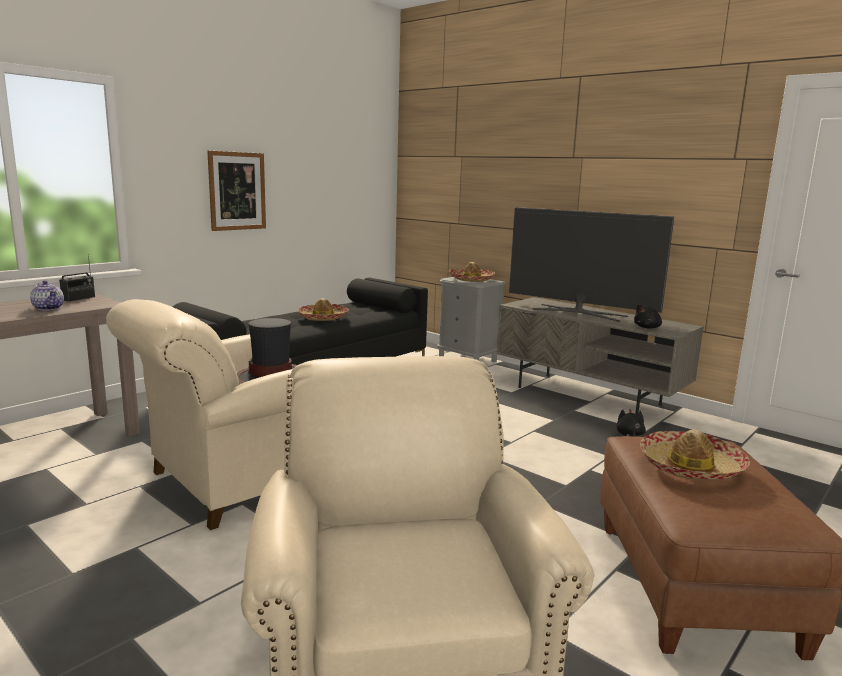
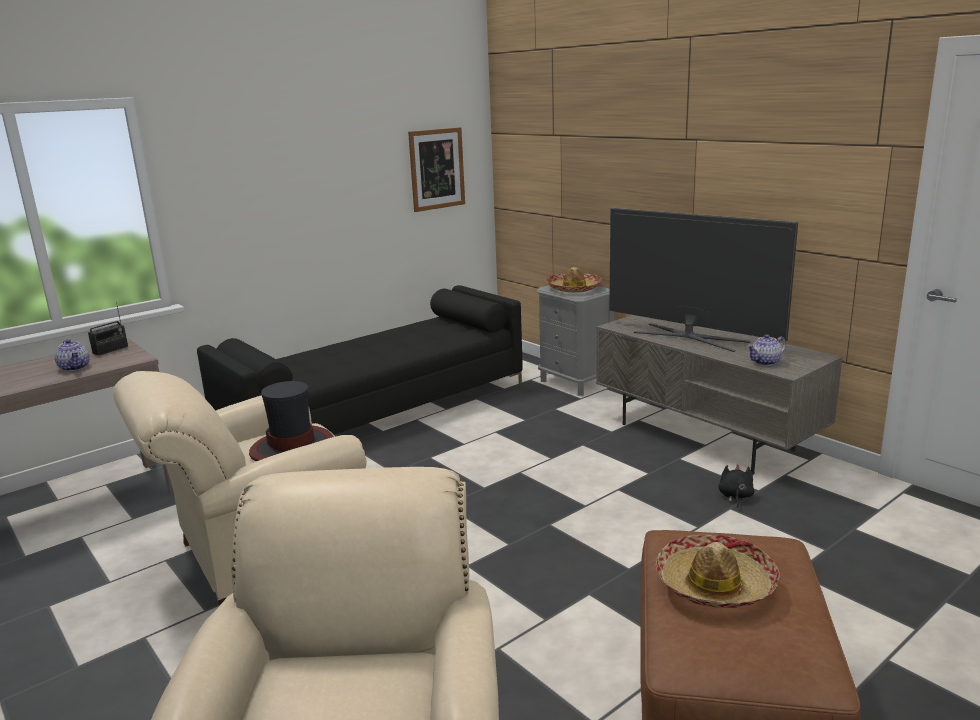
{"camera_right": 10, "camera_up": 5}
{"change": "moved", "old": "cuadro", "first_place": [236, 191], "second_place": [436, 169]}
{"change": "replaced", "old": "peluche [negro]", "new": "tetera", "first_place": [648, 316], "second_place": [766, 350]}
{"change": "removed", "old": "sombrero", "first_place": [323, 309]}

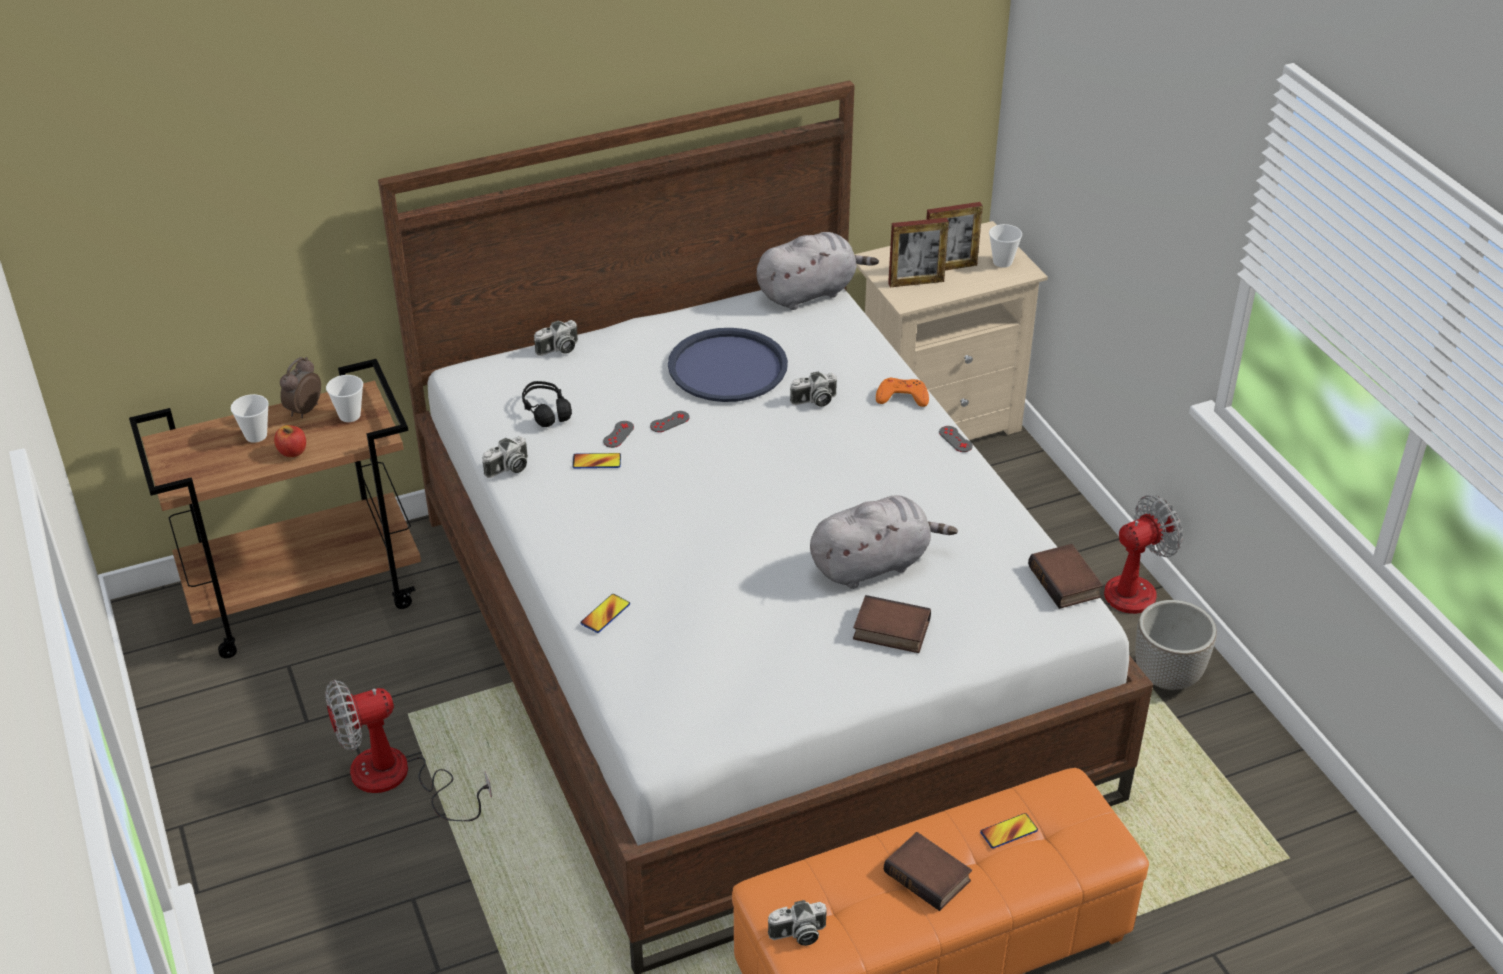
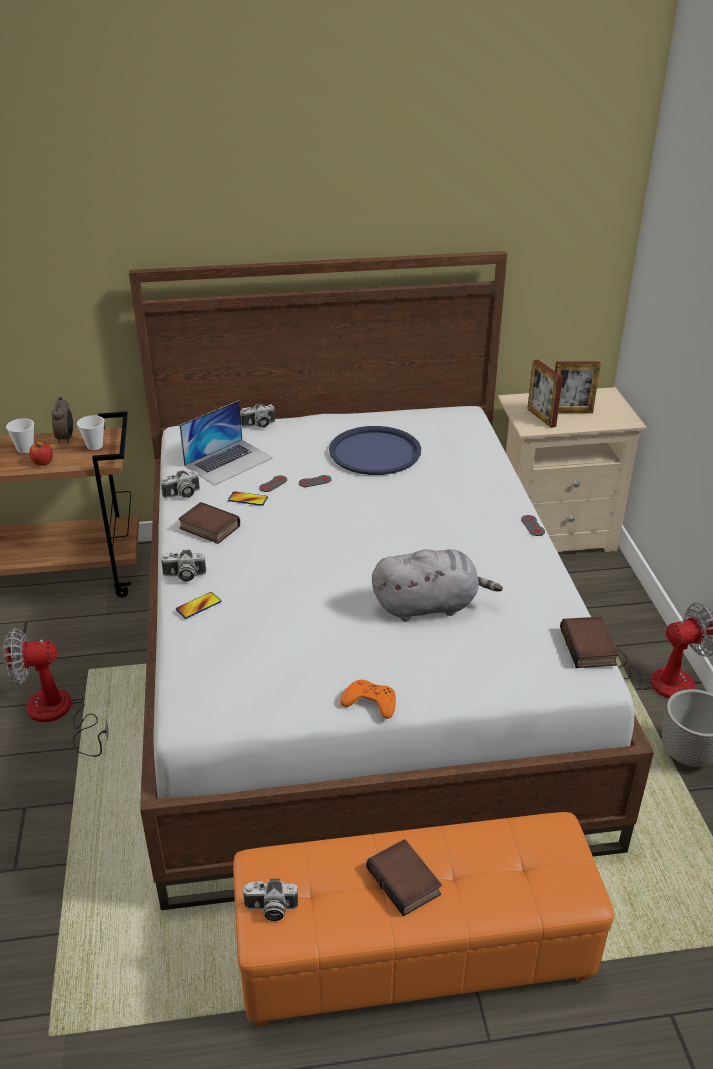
{"camera_right": 15, "camera_up": -5}
{"change": "turned", "old": "despertador", "first_place": [300, 387], "second_place": [62, 420], "degrees": 135}
{"change": "moved", "old": "cámara", "first_place": [813, 389], "second_place": [183, 565]}
{"change": "moved", "old": "libro", "first_place": [892, 624], "second_place": [209, 523]}
{"change": "replaced", "old": "auriculares [negro]", "new": "portátil", "first_place": [547, 404], "second_place": [226, 442]}
{"change": "moved", "old": "mando de consola [naranja]", "first_place": [902, 392], "second_place": [368, 699]}
{"change": "turned", "old": "portarretratos", "first_place": [918, 252], "second_place": [545, 393], "degrees": 60}
{"change": "removed", "old": "peluche [gris]", "first_place": [817, 271]}
{"change": "removed", "old": "móvil", "first_place": [1009, 831]}
{"change": "removed", "old": "taza", "first_place": [1005, 246]}

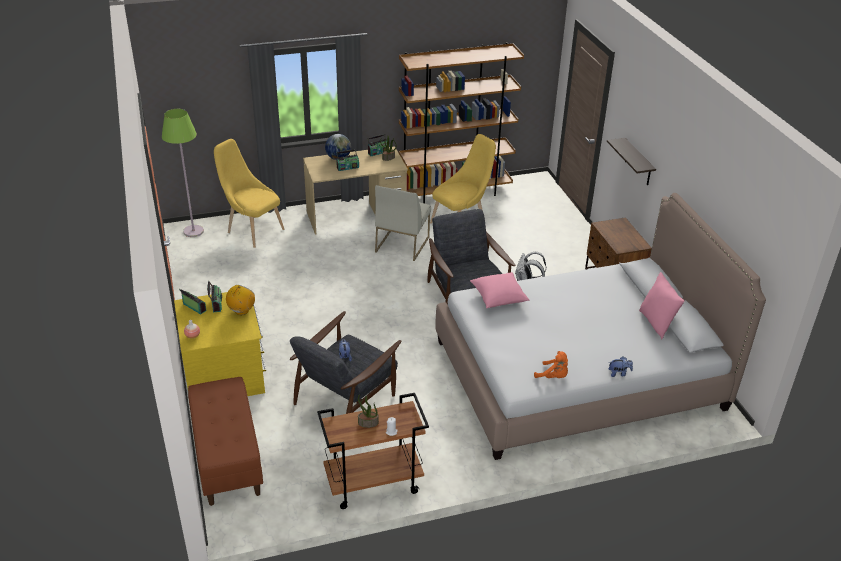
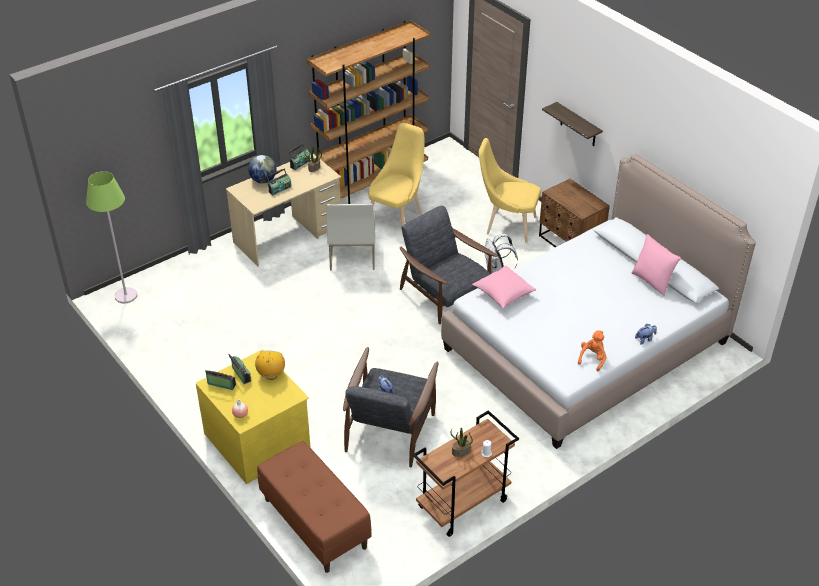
{"camera_right": -20, "camera_up": 5}
{"change": "moved", "old": "silla [amarillo]", "first_place": [249, 193], "second_place": [510, 190]}
{"change": "turned", "old": "peluche [naranja]", "first_place": [551, 364], "second_place": [592, 350], "degrees": -75}

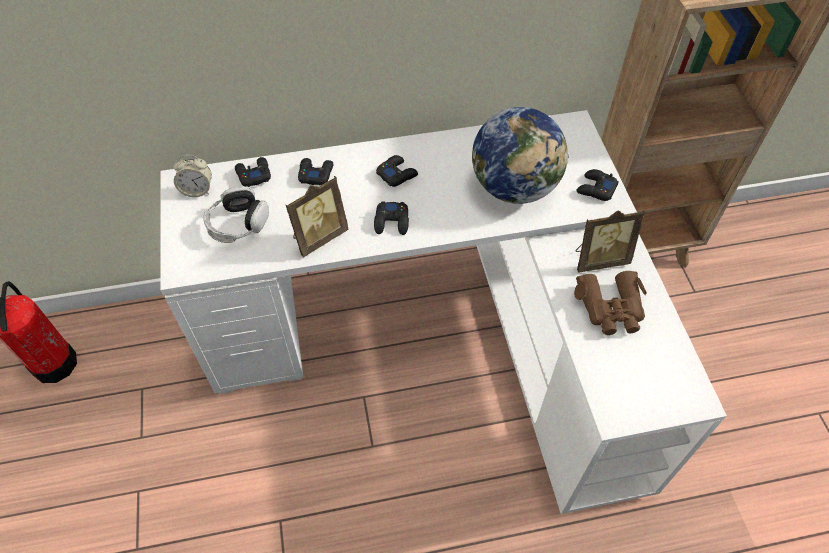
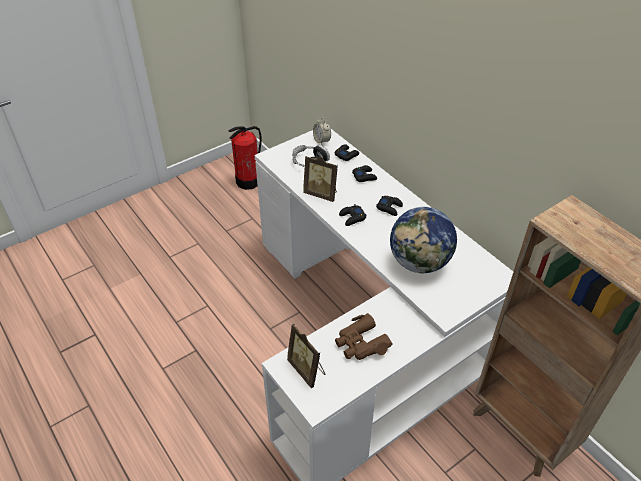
{"camera_right": 65, "camera_up": -10}
{"change": "moved", "old": "portarretratos", "first_place": [610, 241], "second_place": [306, 355]}
{"change": "removed", "old": "mando de consola [negro]", "first_place": [598, 185]}

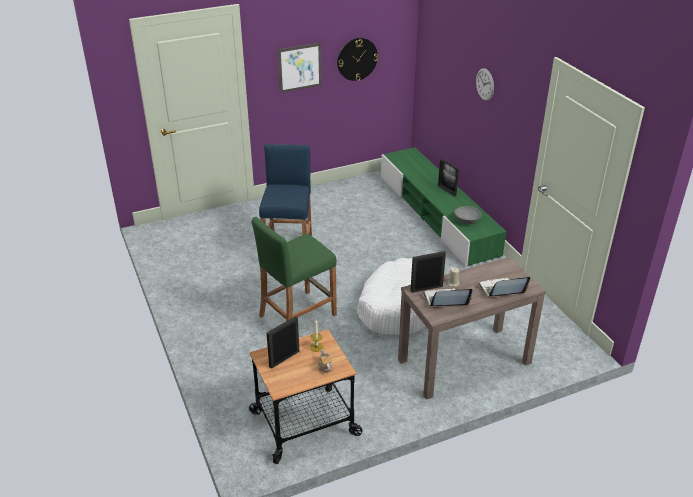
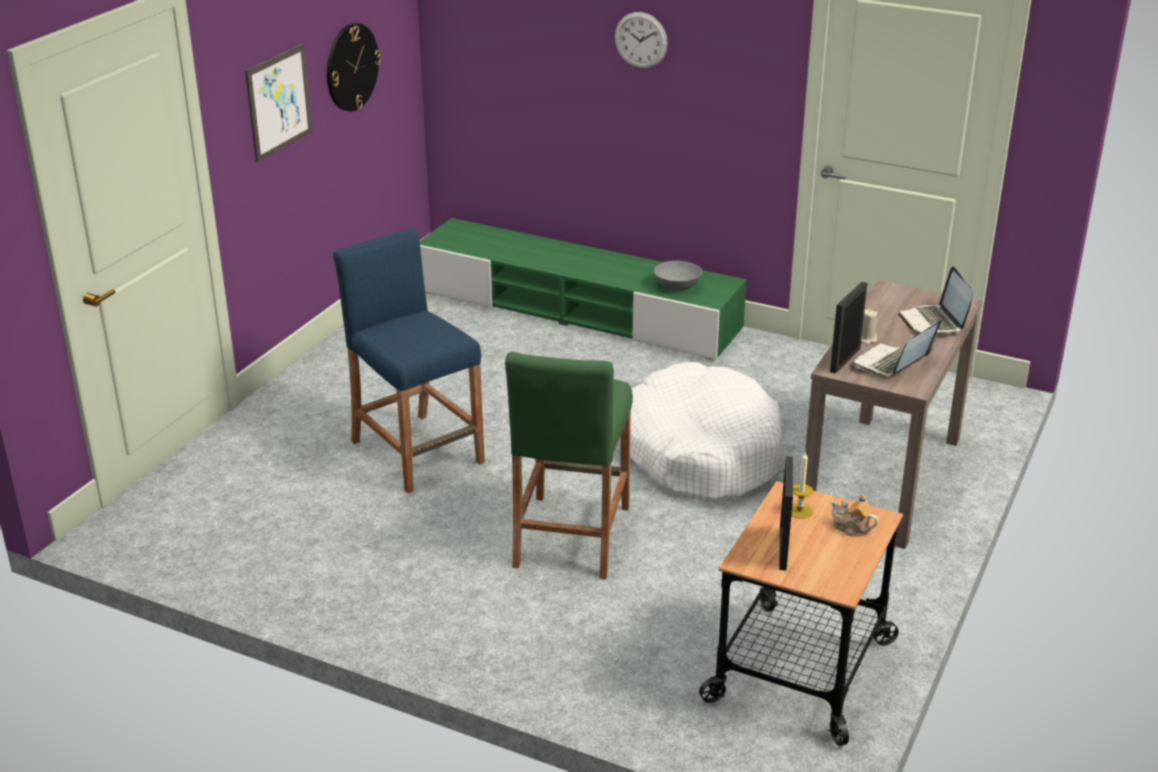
{"camera_right": -40, "camera_up": -5}
{"change": "turned", "old": "portátil", "first_place": [504, 286], "second_place": [935, 300], "degrees": -45}
{"change": "removed", "old": "portarretratos", "first_place": [448, 177]}

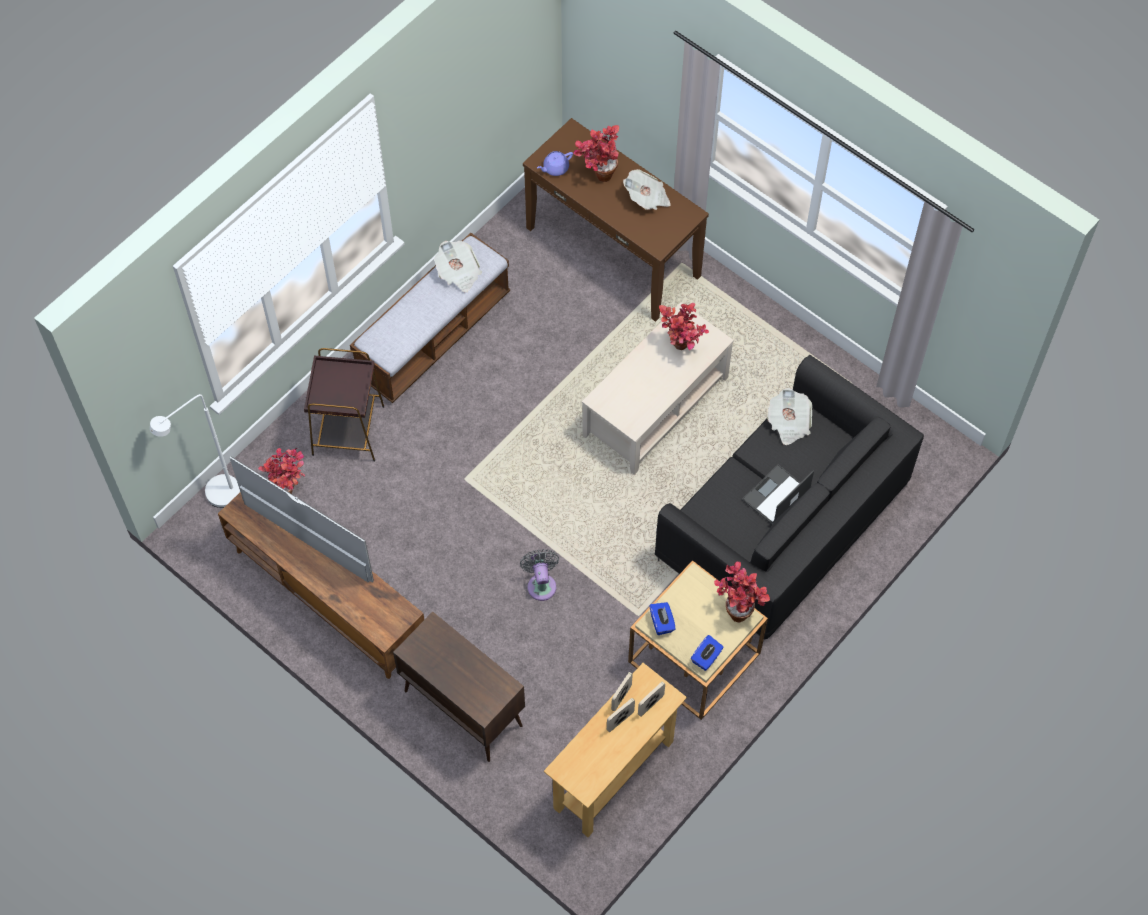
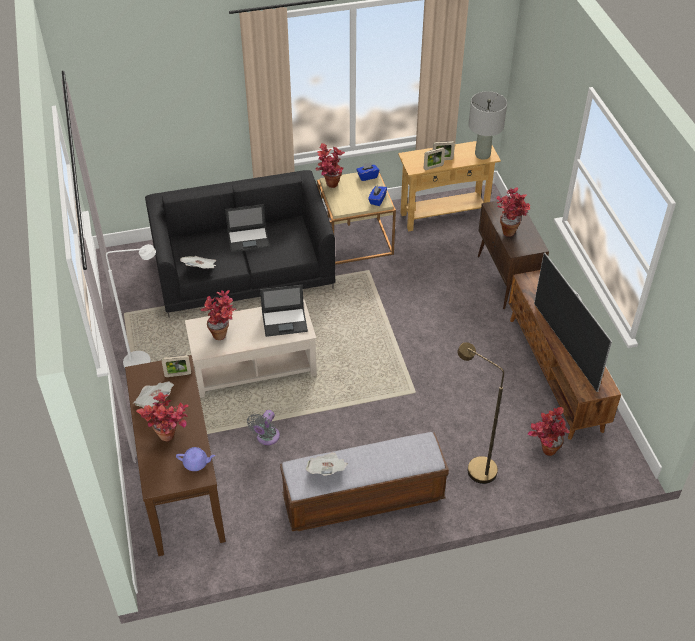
{"camera_right": -145, "camera_up": -15}
{"change": "moved", "old": "lámpara de pie [blanco]", "first_place": [195, 451], "second_place": [131, 306]}
{"change": "moved", "old": "portarretratos", "first_place": [651, 699], "second_place": [176, 366]}
{"change": "moved", "old": "ventilador [gris]", "first_place": [539, 575], "second_place": [263, 427]}
{"change": "added", "new": "portátil", "second_place": [284, 311]}
{"change": "replaced", "old": "mesa auxiliar [marrón]", "new": "lámpara de pie [marrón]", "first_place": [344, 404], "second_place": [480, 413]}
{"change": "added", "new": "lámpara de mesa [gris]", "second_place": [487, 125]}
{"change": "added", "new": "planta en maceta", "second_place": [513, 212]}

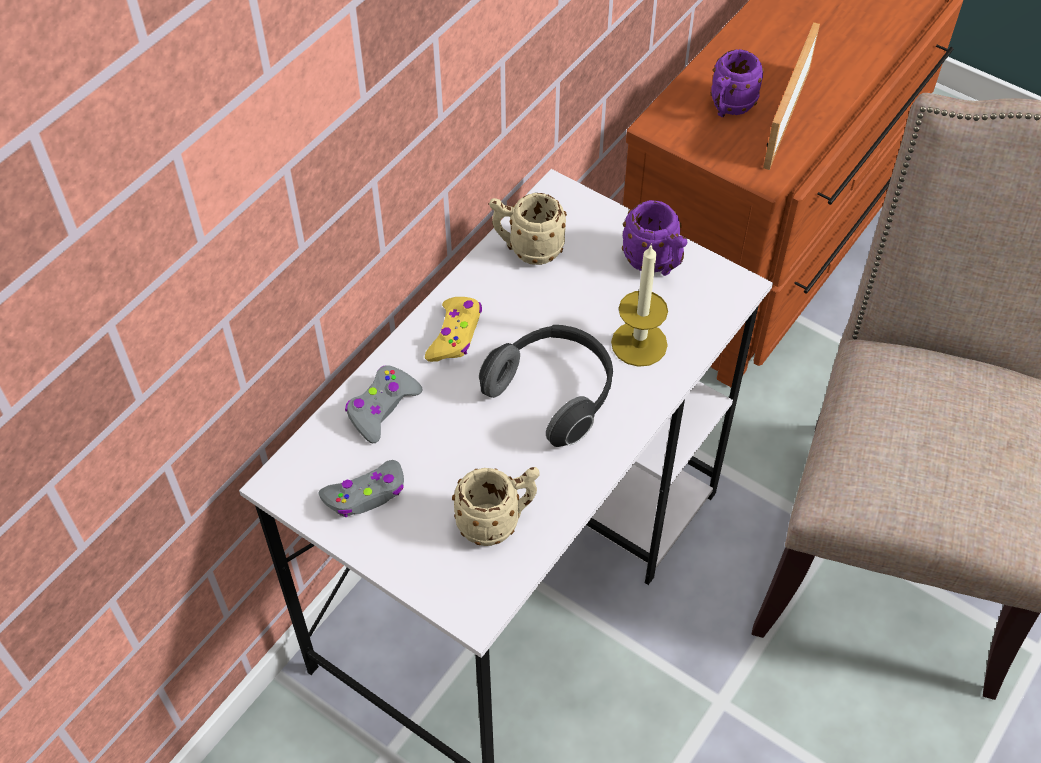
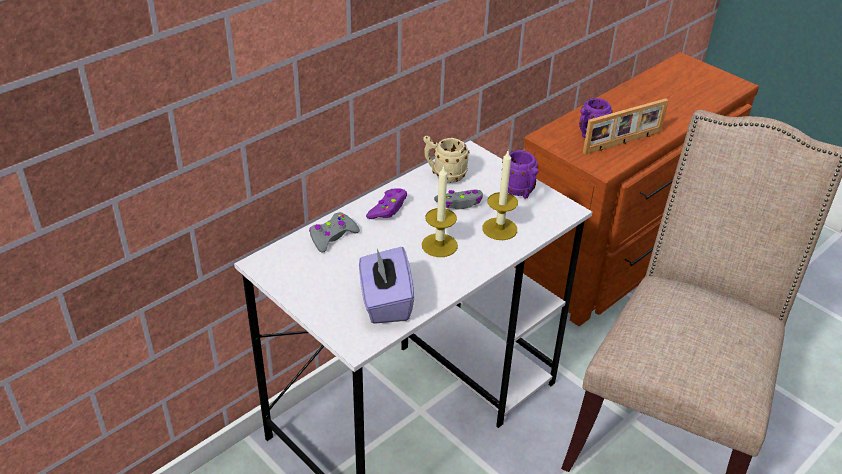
{"camera_right": 10, "camera_up": -15}
{"change": "replaced", "old": "taza grande [beis]", "new": "caja de pañuelos [morado]", "first_place": [496, 506], "second_place": [386, 285]}
{"change": "recoloured", "old": "mando de consola [amarillo]", "new": "mando de consola [morado]", "first_place": [453, 329], "second_place": [386, 203]}
{"change": "replaced", "old": "auriculares", "new": "vela", "first_place": [546, 386], "second_place": [440, 211]}
{"change": "moved", "old": "mando de consola [gris]", "first_place": [361, 488], "second_place": [458, 199]}
{"change": "turned", "old": "portarretratos", "first_place": [791, 96], "second_place": [625, 126], "degrees": -150}

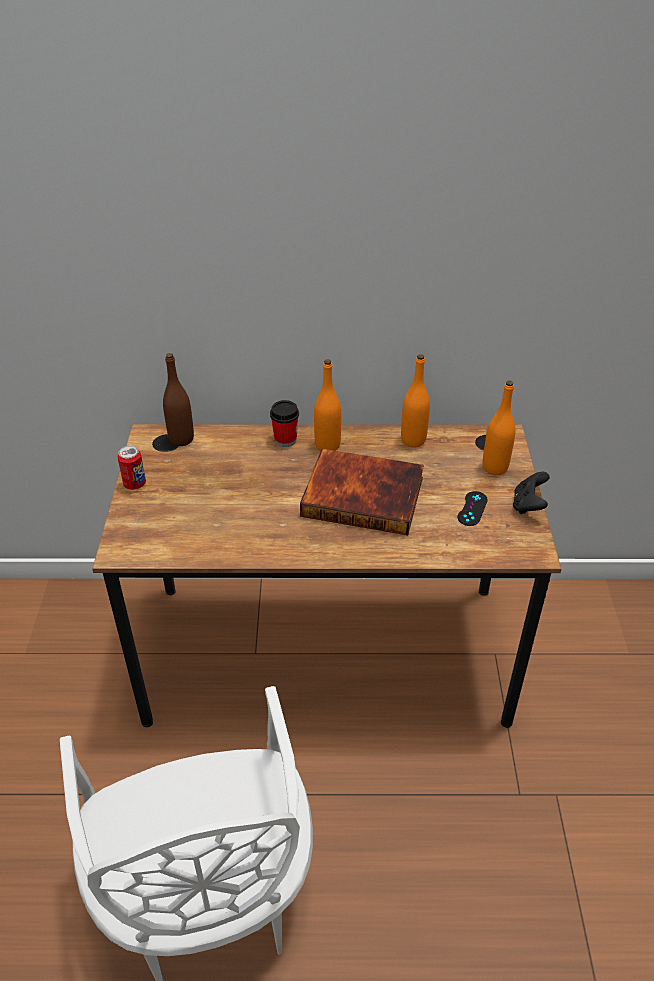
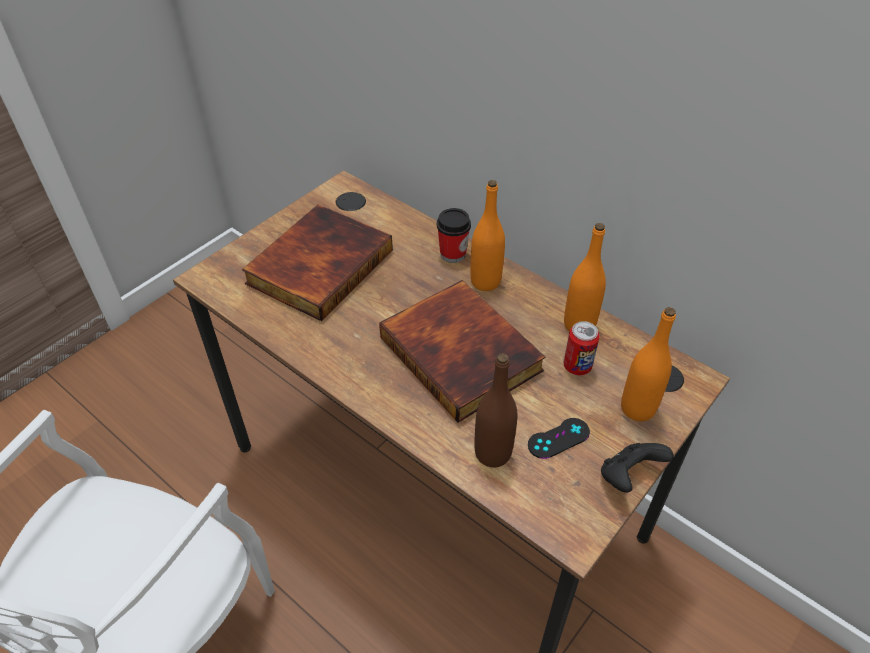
{"camera_right": 40, "camera_up": 5}
{"change": "added", "new": "libro", "second_place": [317, 263]}
{"change": "moved", "old": "botella [marrón]", "first_place": [178, 399], "second_place": [496, 410]}
{"change": "moved", "old": "lata", "first_place": [131, 468], "second_place": [581, 348]}

